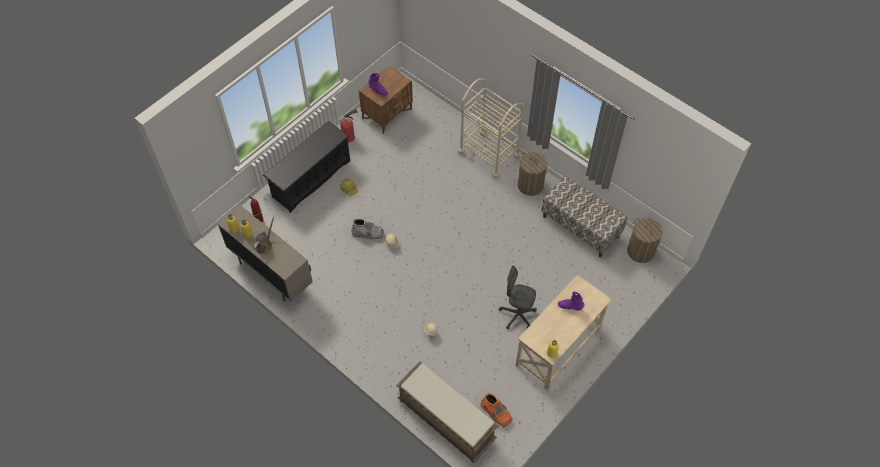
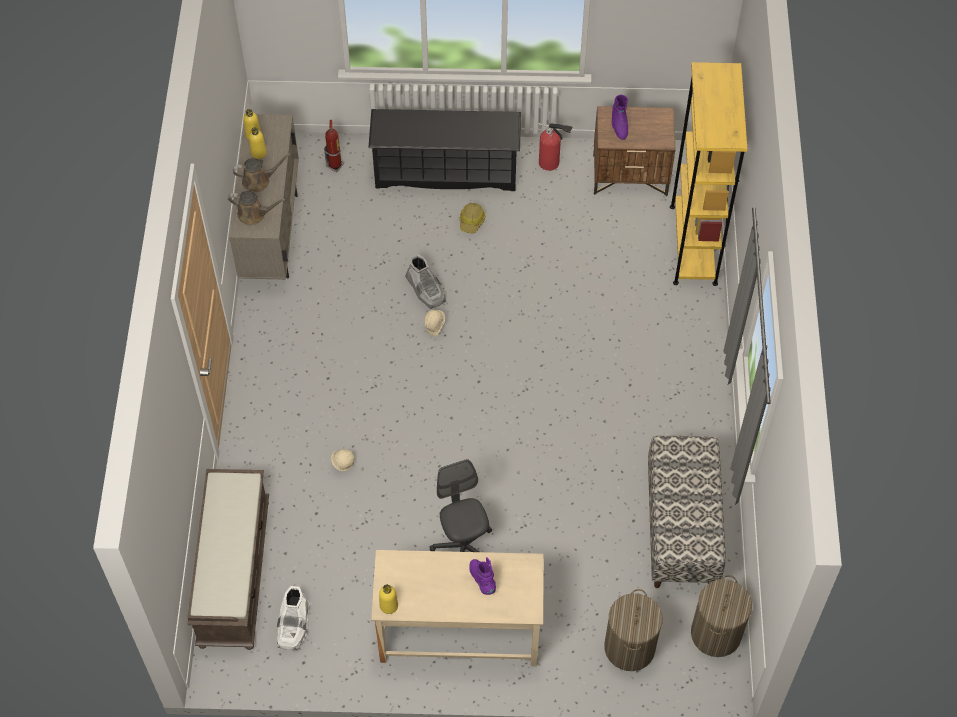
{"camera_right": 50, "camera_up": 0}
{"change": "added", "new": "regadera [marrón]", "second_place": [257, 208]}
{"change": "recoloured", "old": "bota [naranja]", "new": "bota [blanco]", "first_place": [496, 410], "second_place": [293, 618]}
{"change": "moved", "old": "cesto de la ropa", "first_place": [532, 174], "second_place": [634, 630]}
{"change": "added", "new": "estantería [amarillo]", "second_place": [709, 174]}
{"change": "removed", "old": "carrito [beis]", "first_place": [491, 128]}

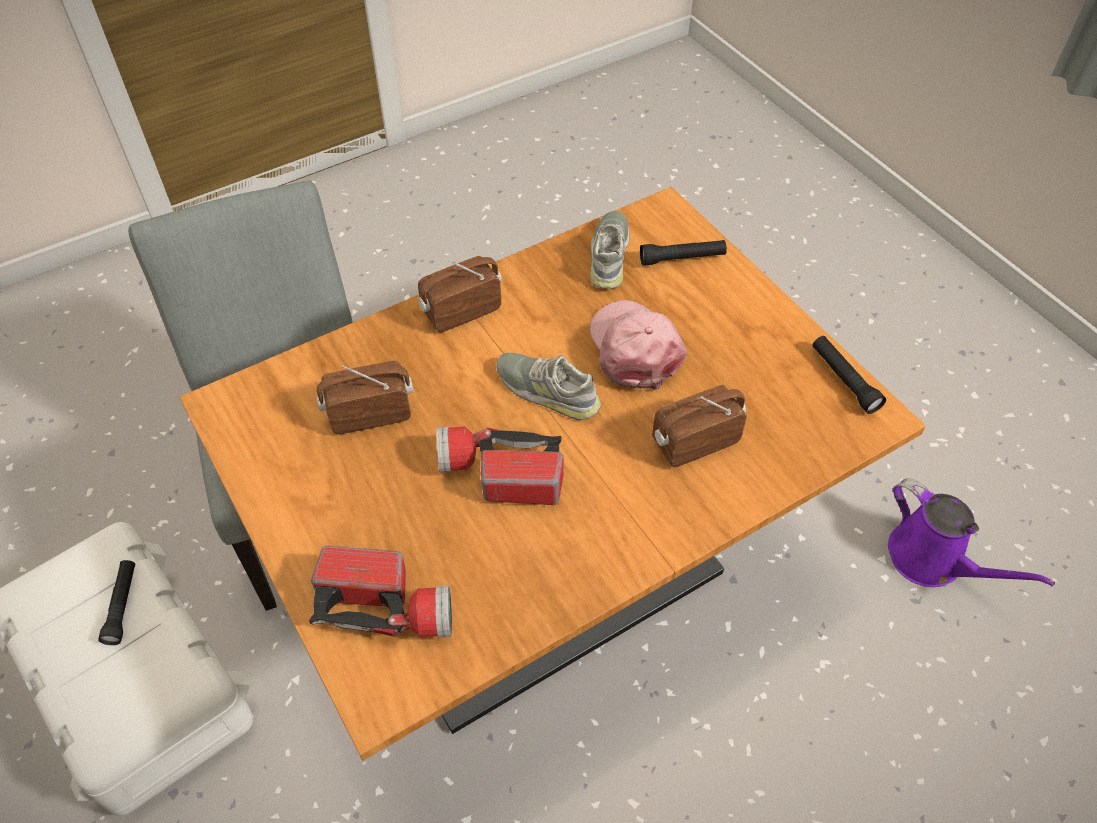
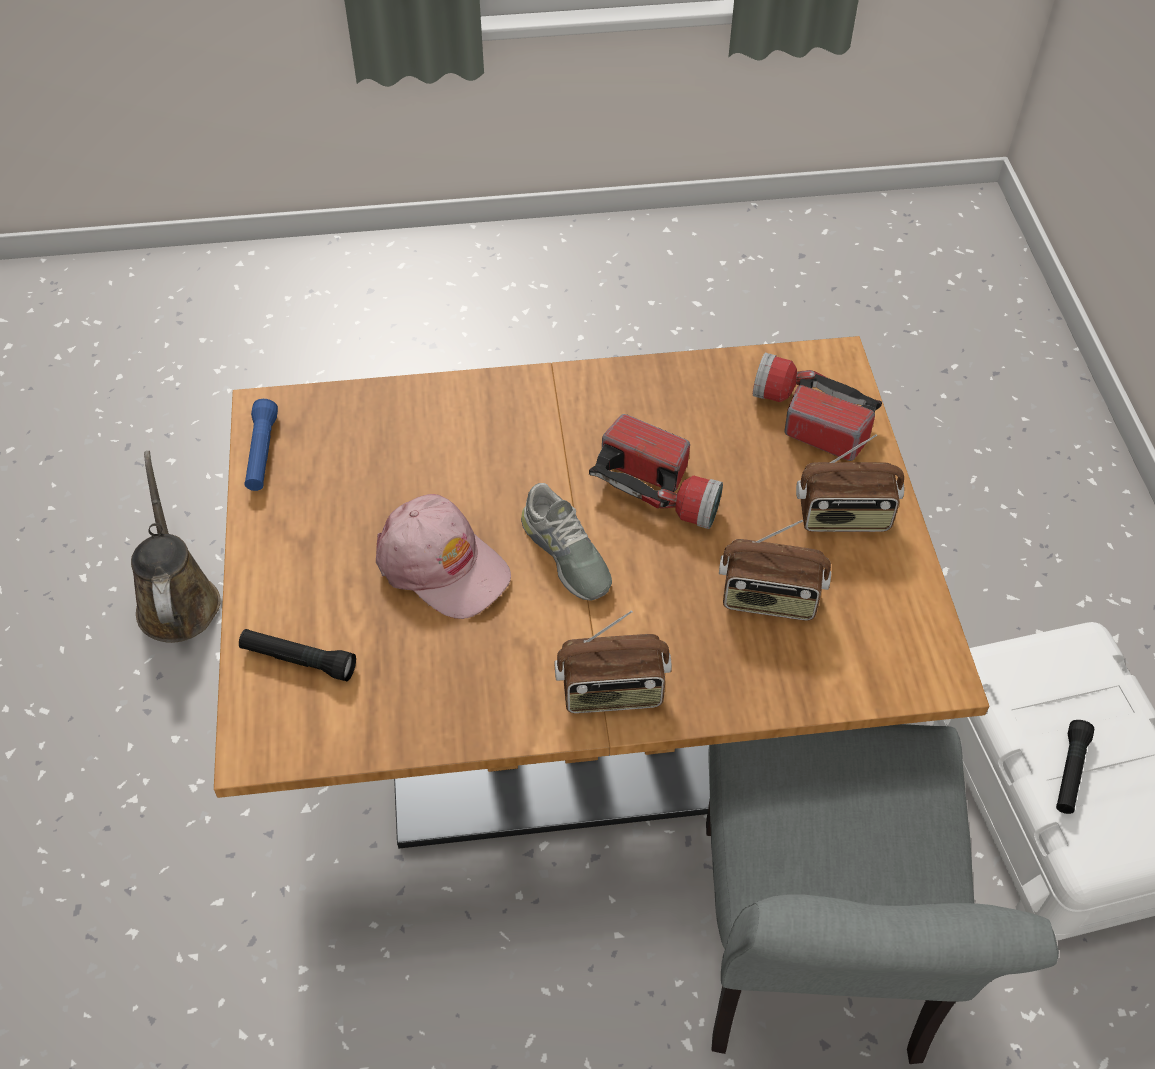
{"camera_right": -155, "camera_up": 0}
{"change": "recoloured", "old": "regadera [morado]", "new": "regadera [marrón]", "first_place": [971, 532], "second_place": [176, 547]}
{"change": "recoloured", "old": "linterna [negro]", "new": "linterna [azul]", "first_place": [849, 375], "second_place": [261, 445]}
{"change": "turned", "old": "gorra [rosa]", "first_place": [638, 345], "second_place": [443, 556], "degrees": -60}
{"change": "moved", "old": "radio", "first_place": [699, 426], "second_place": [850, 483]}
{"change": "removed", "old": "zapato [gris]", "first_place": [610, 250]}

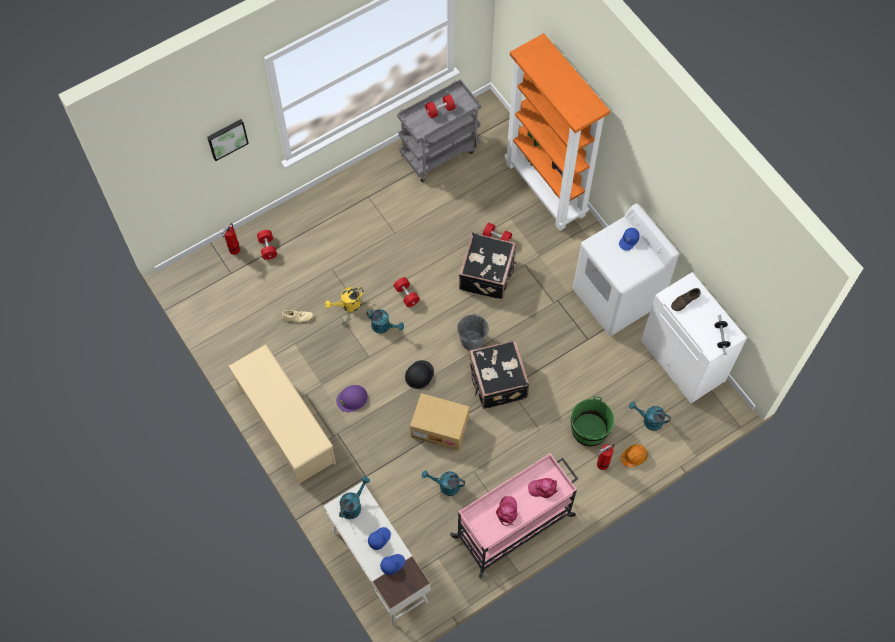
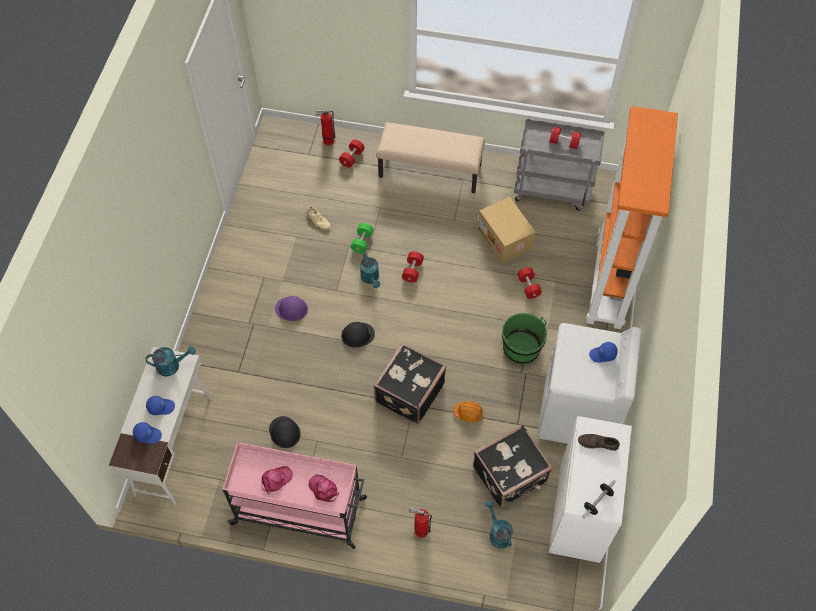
{"camera_right": 45, "camera_up": -5}
{"change": "replaced", "old": "regadera [turquesa]", "new": "casco [negro]", "first_place": [443, 483], "second_place": [285, 432]}
{"change": "replaced", "old": "regadera [amarillo]", "new": "mancuerna [verde]", "first_place": [344, 299], "second_place": [362, 238]}
{"change": "added", "new": "banco [beis]", "second_place": [430, 157]}
{"change": "moved", "old": "casco [naranja]", "first_place": [634, 455], "second_place": [468, 412]}
{"change": "moved", "old": "maleta [negro]", "first_place": [488, 265], "second_place": [513, 466]}
{"change": "moved", "old": "caja de cartón", "first_place": [440, 422], "second_place": [507, 230]}
{"change": "moved", "old": "cubo [verde]", "first_place": [592, 421], "second_place": [524, 338]}
{"change": "removed", "old": "cuadro", "first_place": [228, 140]}
{"change": "removed", "old": "zapatero [beis]", "first_place": [282, 414]}
{"change": "removed", "old": "cubo [gris]", "first_place": [473, 332]}

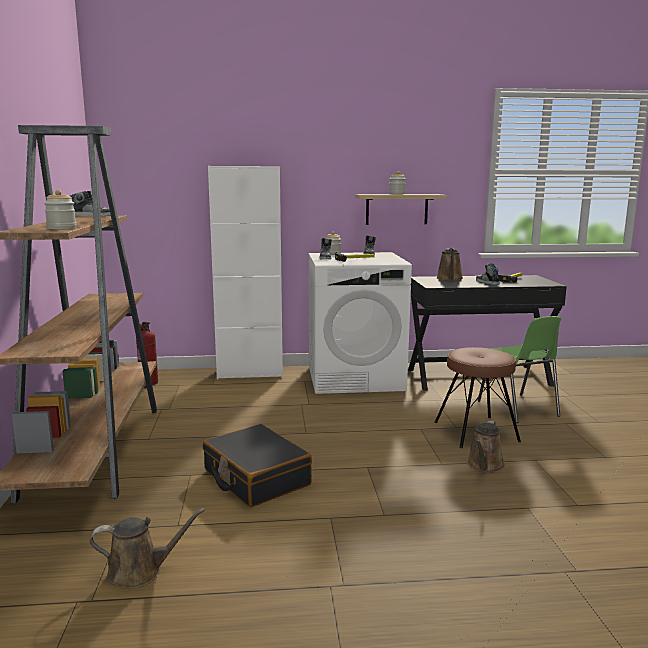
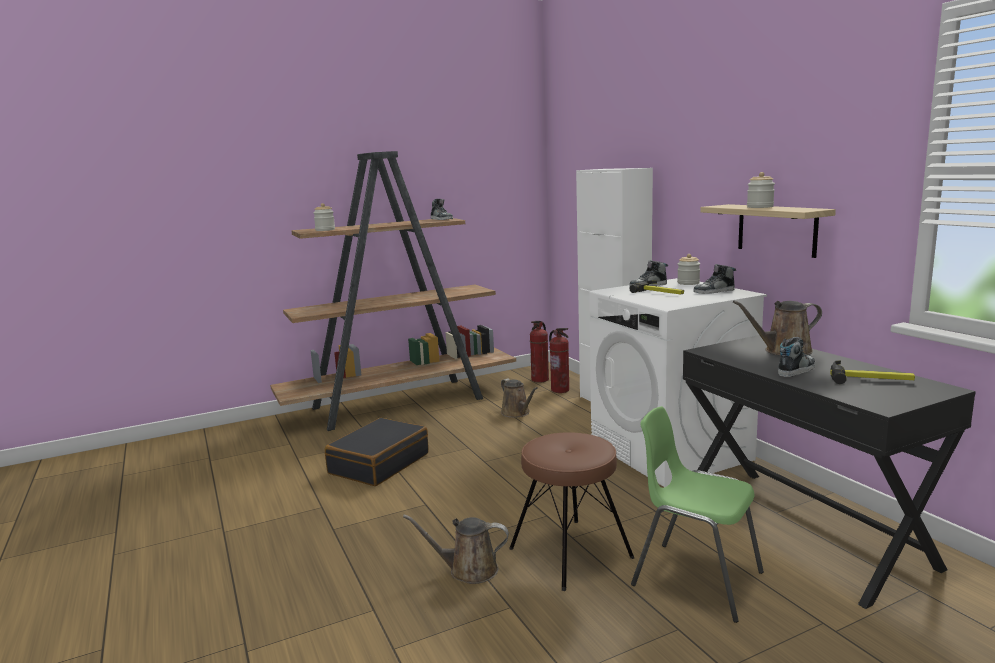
{"camera_right": 70, "camera_up": 0}
{"change": "moved", "old": "regadera [marrón]", "first_place": [147, 548], "second_place": [519, 398]}
{"change": "added", "new": "extintor", "second_place": [559, 360]}
{"change": "turned", "old": "silla [verde]", "first_place": [519, 369], "second_place": [697, 514], "degrees": 75}

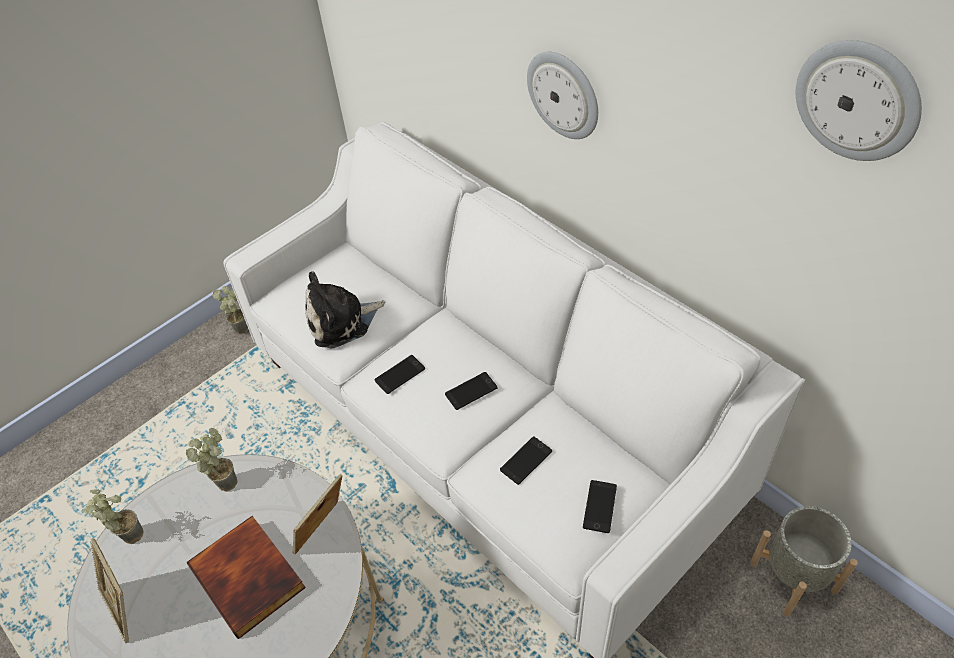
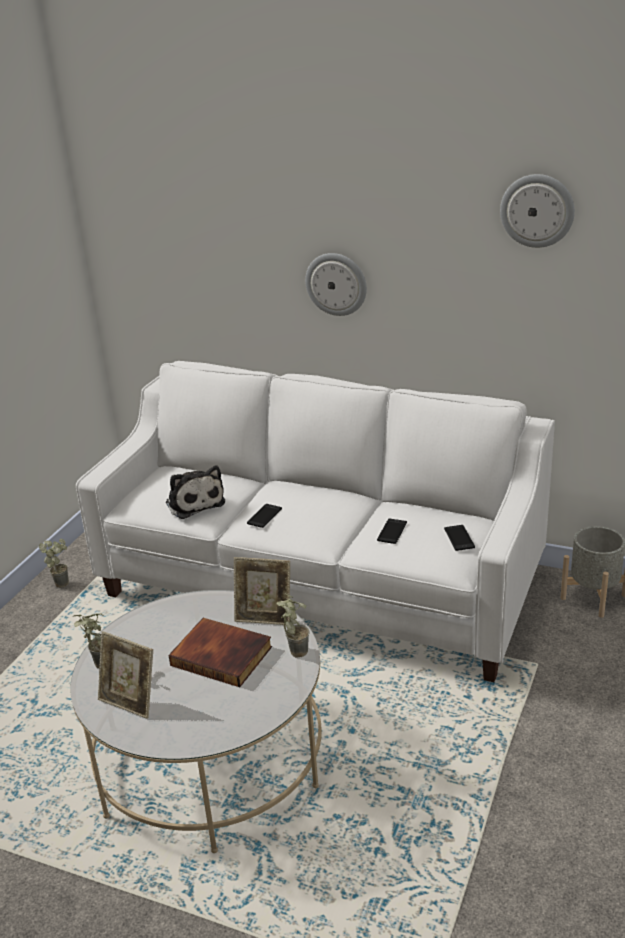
{"camera_right": -25, "camera_up": -20}
{"change": "turned", "old": "peluche", "first_place": [345, 309], "second_place": [195, 492], "degrees": -75}
{"change": "turned", "old": "portarretratos", "first_place": [317, 514], "second_place": [262, 591], "degrees": -90}
{"change": "moved", "old": "planta en maceta", "first_place": [212, 460], "second_place": [293, 625]}
{"change": "removed", "old": "móvil", "first_place": [471, 391]}

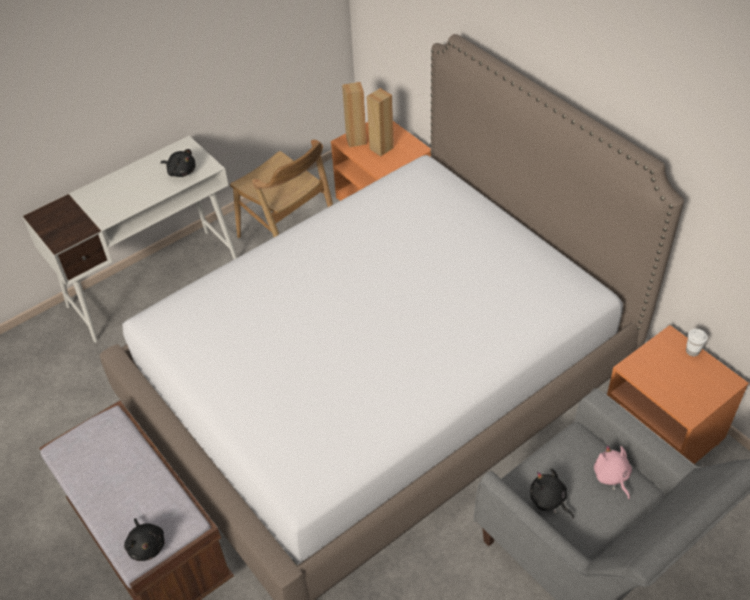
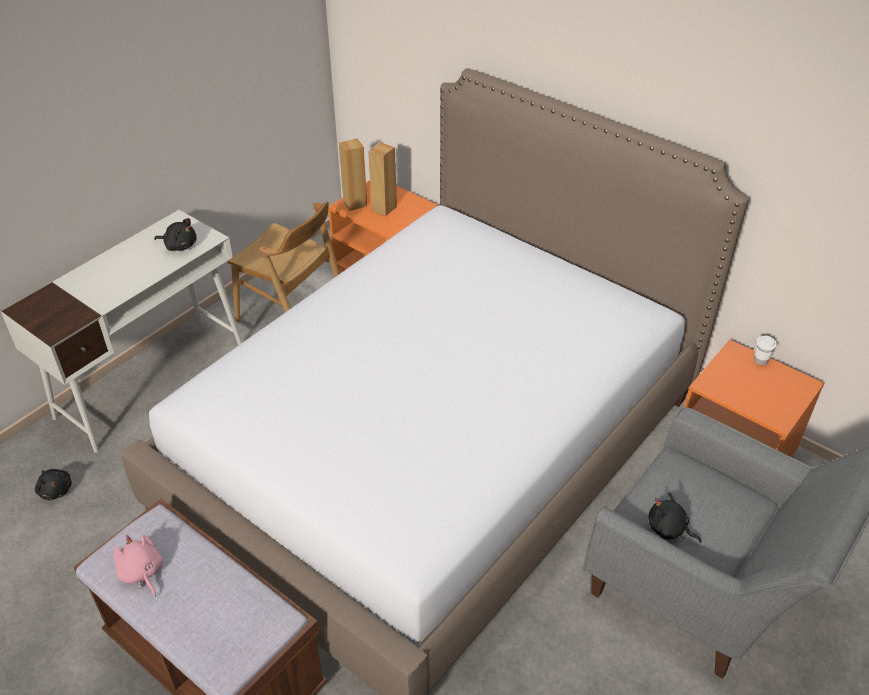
{"camera_right": -15, "camera_up": -5}
{"change": "moved", "old": "peluche [negro]", "first_place": [144, 539], "second_place": [53, 484]}
{"change": "moved", "old": "peluche [rosa]", "first_place": [613, 472], "second_place": [138, 565]}

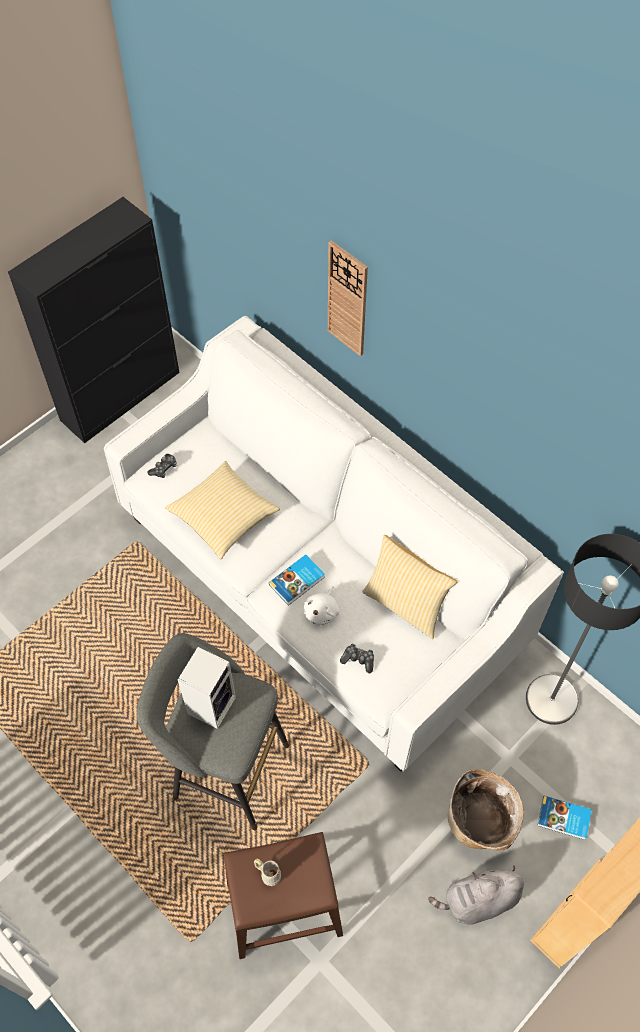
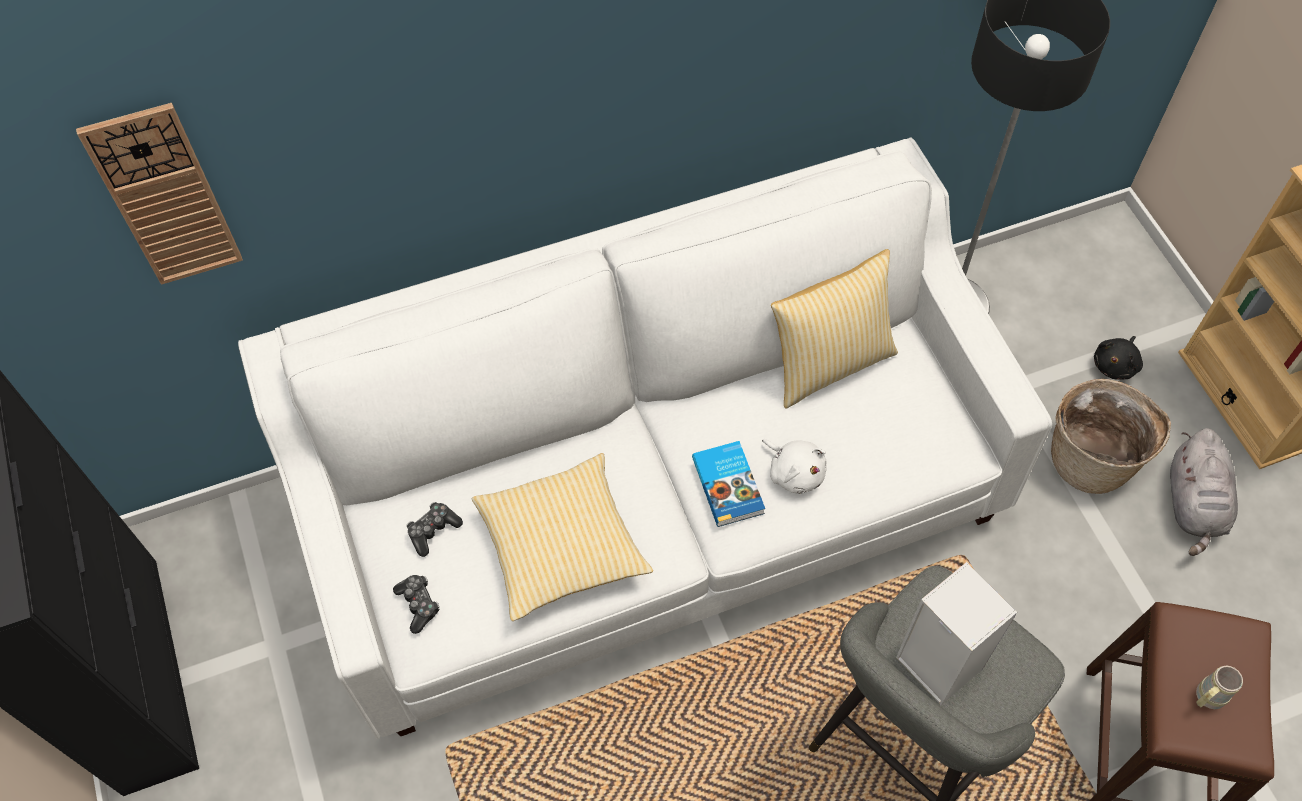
{"camera_right": -65, "camera_up": 0}
{"change": "moved", "old": "reloj de pared", "first_place": [348, 298], "second_place": [159, 194]}
{"change": "moved", "old": "mando de consola", "first_place": [357, 658], "second_place": [435, 529]}
{"change": "replaced", "old": "libro", "new": "peluche [negro]", "first_place": [564, 818], "second_place": [1118, 357]}

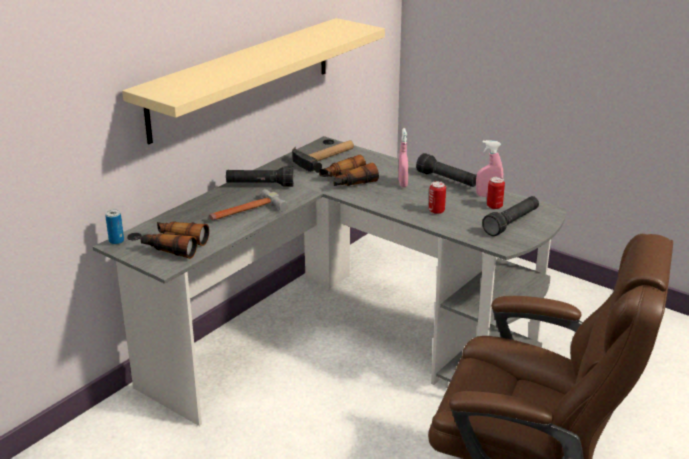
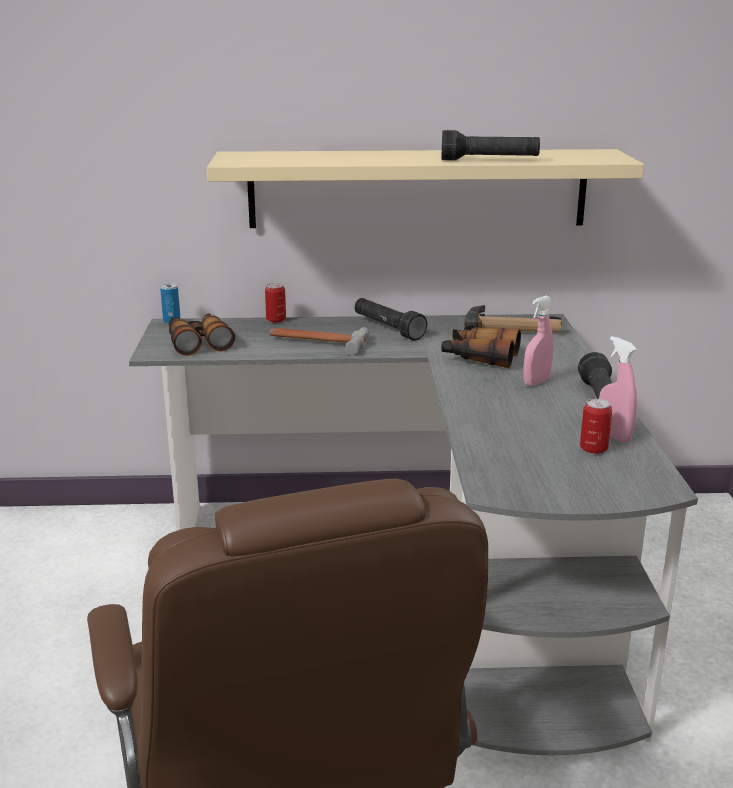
{"camera_right": 50, "camera_up": -5}
{"change": "moved", "old": "lata", "first_place": [437, 197], "second_place": [275, 303]}
{"change": "moved", "old": "linterna [negro]", "first_place": [510, 216], "second_place": [490, 145]}

